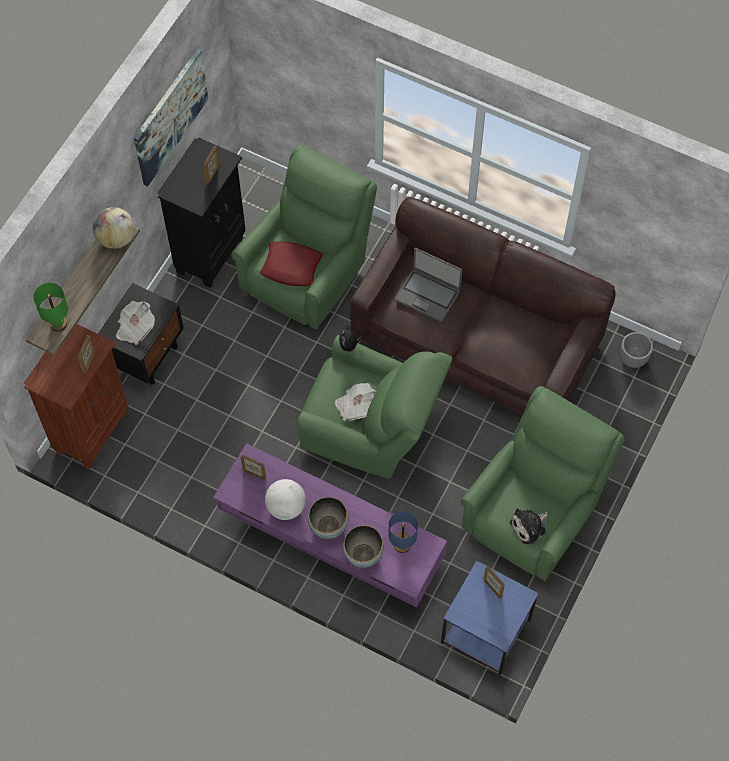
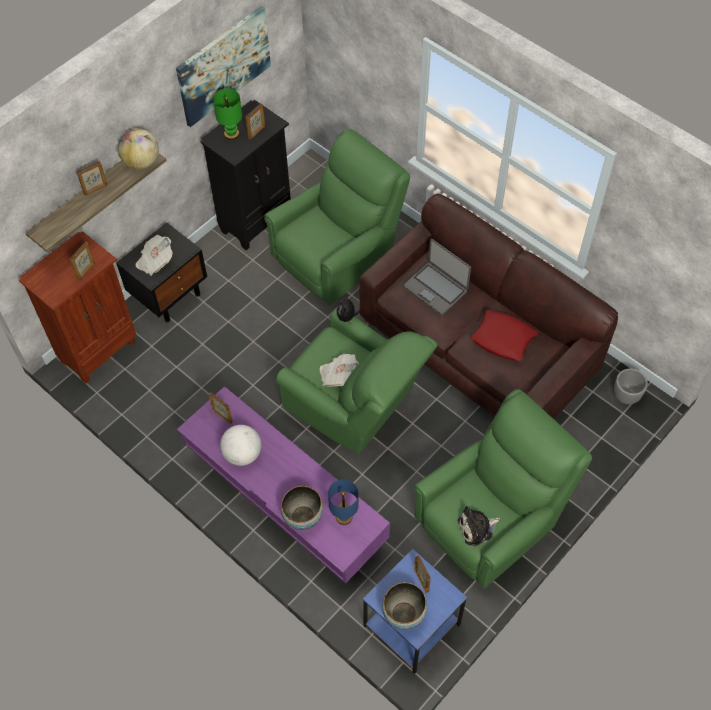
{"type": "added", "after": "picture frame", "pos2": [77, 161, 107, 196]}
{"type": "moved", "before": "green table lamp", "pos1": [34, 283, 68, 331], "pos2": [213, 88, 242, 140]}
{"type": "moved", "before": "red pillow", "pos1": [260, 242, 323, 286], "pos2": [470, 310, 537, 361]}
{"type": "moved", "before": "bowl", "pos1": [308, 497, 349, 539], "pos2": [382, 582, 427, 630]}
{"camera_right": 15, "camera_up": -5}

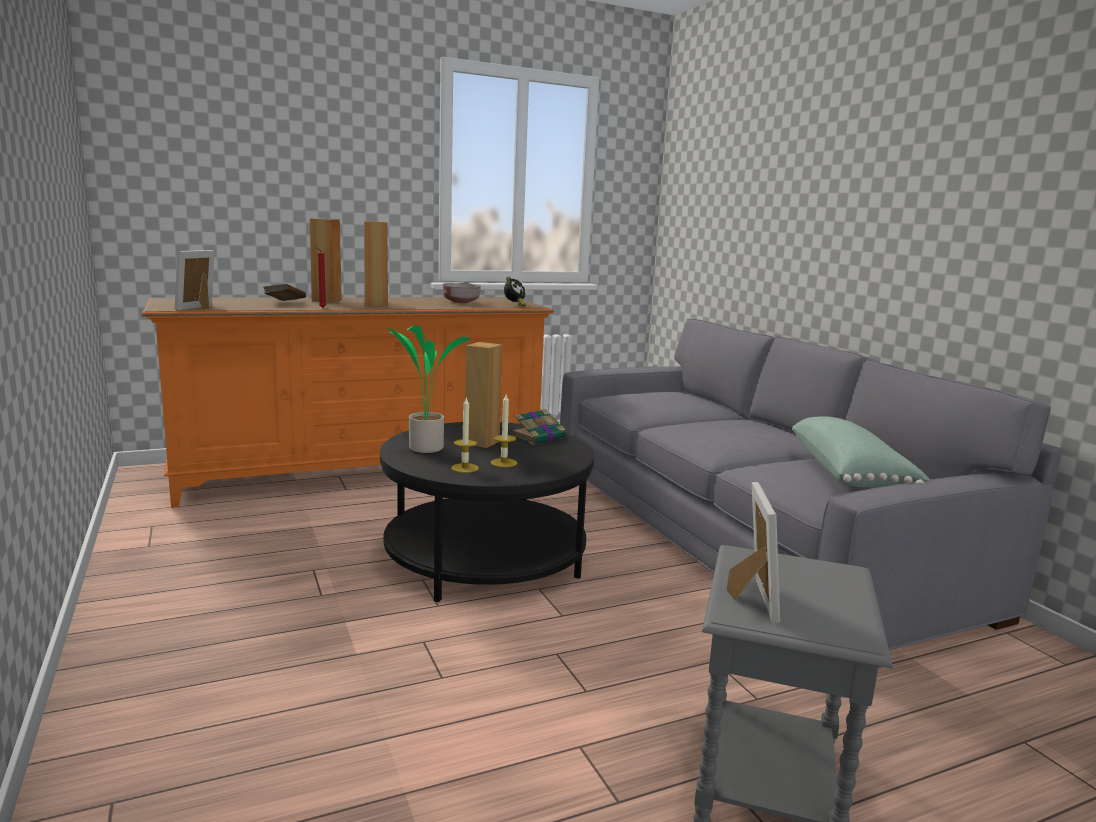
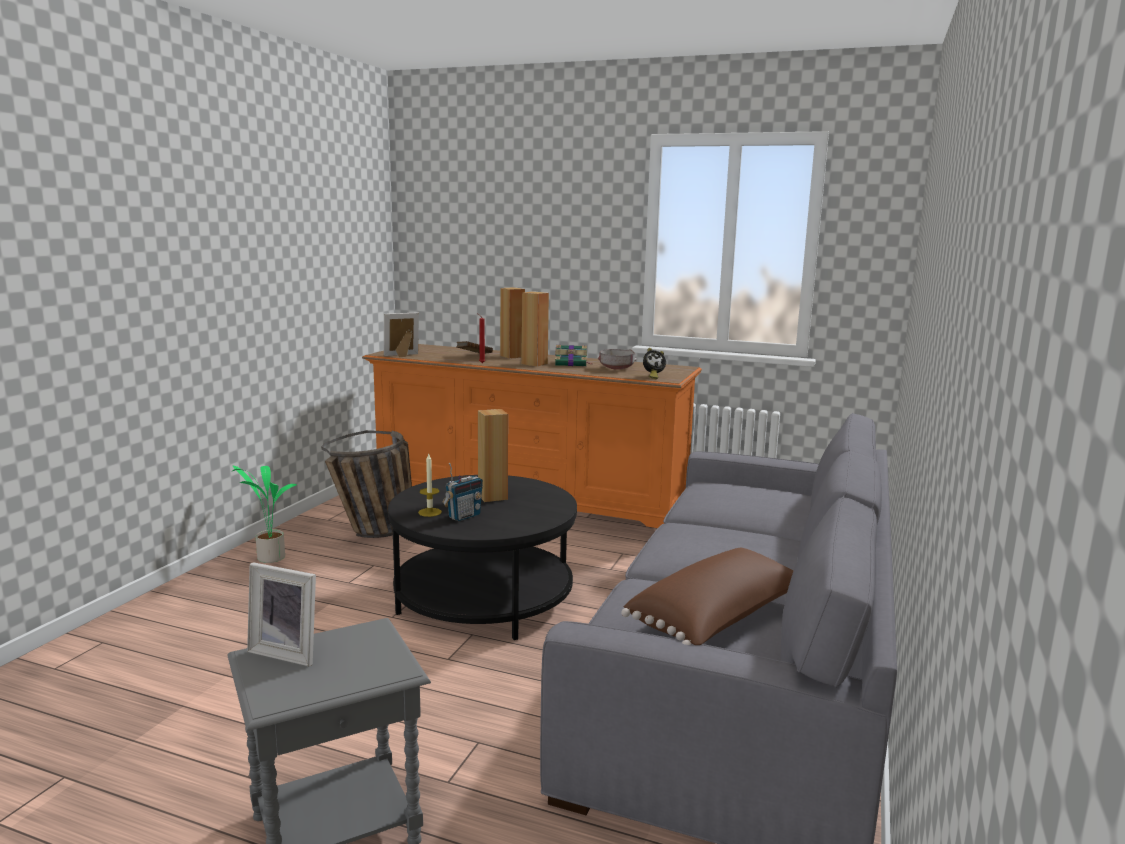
{"type": "added", "after": "basket", "pos2": [321, 430, 412, 538]}
{"type": "moved", "before": "potted plant", "pos1": [387, 326, 471, 453], "pos2": [232, 466, 297, 563]}
{"type": "moved", "before": "book", "pos1": [511, 409, 566, 445], "pos2": [555, 345, 593, 367]}
{"type": "replaced", "before": "candle", "after": "radio", "pos1": [491, 394, 517, 467], "pos2": [442, 463, 483, 521]}
{"type": "recoloured", "before": "green pillow", "after": "brown pillow", "pos1": [792, 416, 930, 487], "pos2": [621, 548, 793, 645]}
{"type": "turned", "before": "picture frame", "pos1": [727, 482, 780, 623], "pos2": [247, 562, 316, 667], "turn": 60}
{"camera_right": 45, "camera_up": 0}

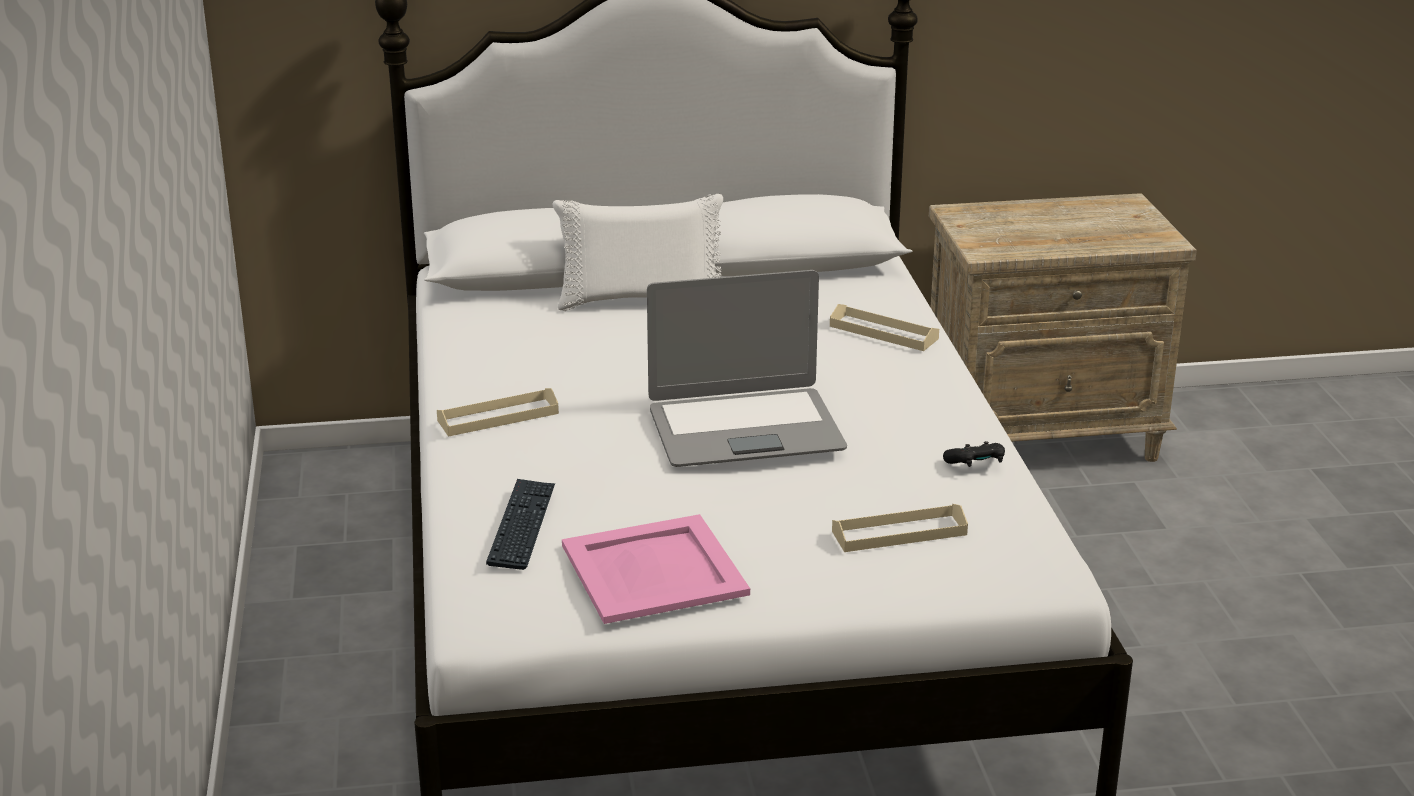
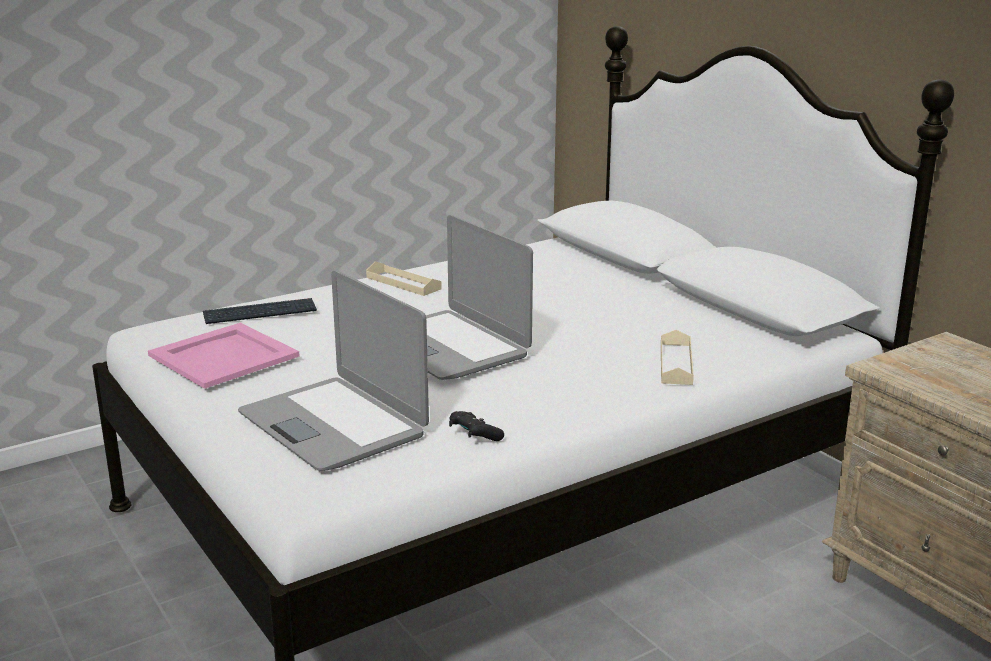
{"type": "removed", "before": "white pillow", "pos1": [552, 194, 723, 311]}
{"type": "replaced", "before": "beige tray", "after": "laptop", "pos1": [832, 504, 968, 552], "pos2": [238, 270, 429, 471]}
{"camera_right": 65, "camera_up": -5}

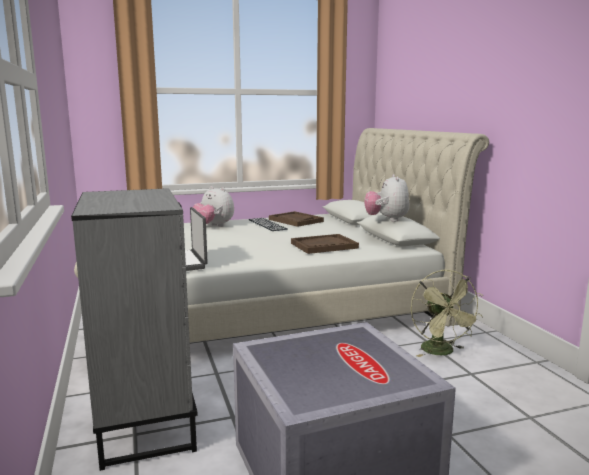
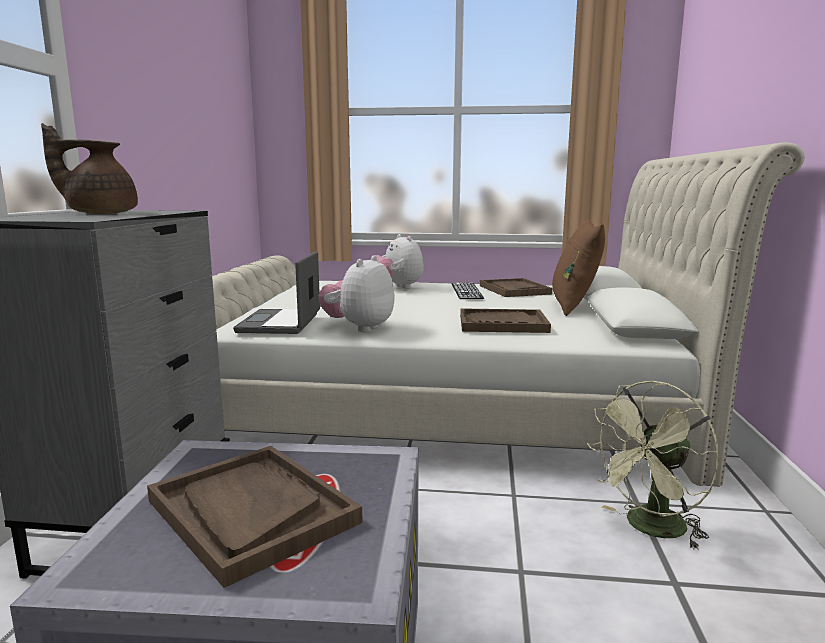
{"type": "added", "after": "brown teapot", "pos2": [41, 123, 138, 214]}
{"type": "added", "after": "brown tray", "pos2": [147, 446, 363, 588]}
{"type": "added", "after": "brown pillow", "pos2": [552, 219, 605, 316]}
{"type": "moved", "before": "plush toy", "pos1": [364, 174, 410, 222], "pos2": [318, 255, 394, 332]}
{"type": "turned", "before": "green fan", "pos1": [411, 270, 483, 357], "pos2": [587, 381, 719, 550], "turn": 45}
{"camera_right": 25, "camera_up": 0}

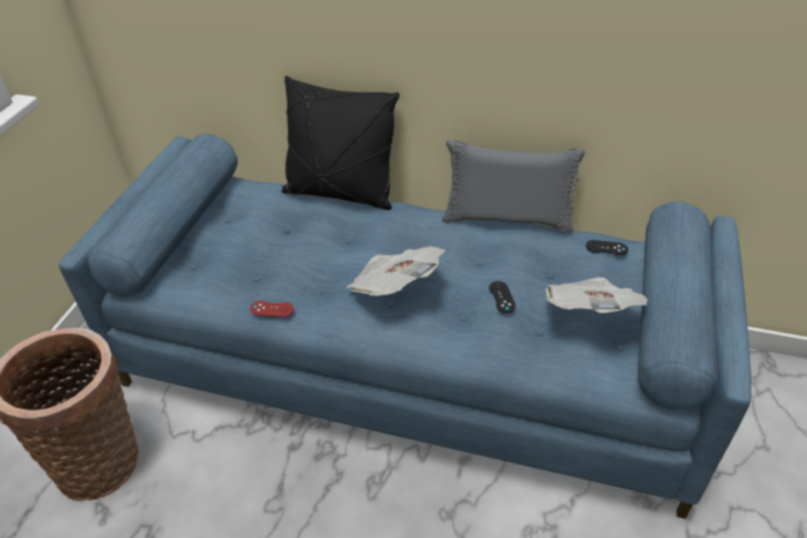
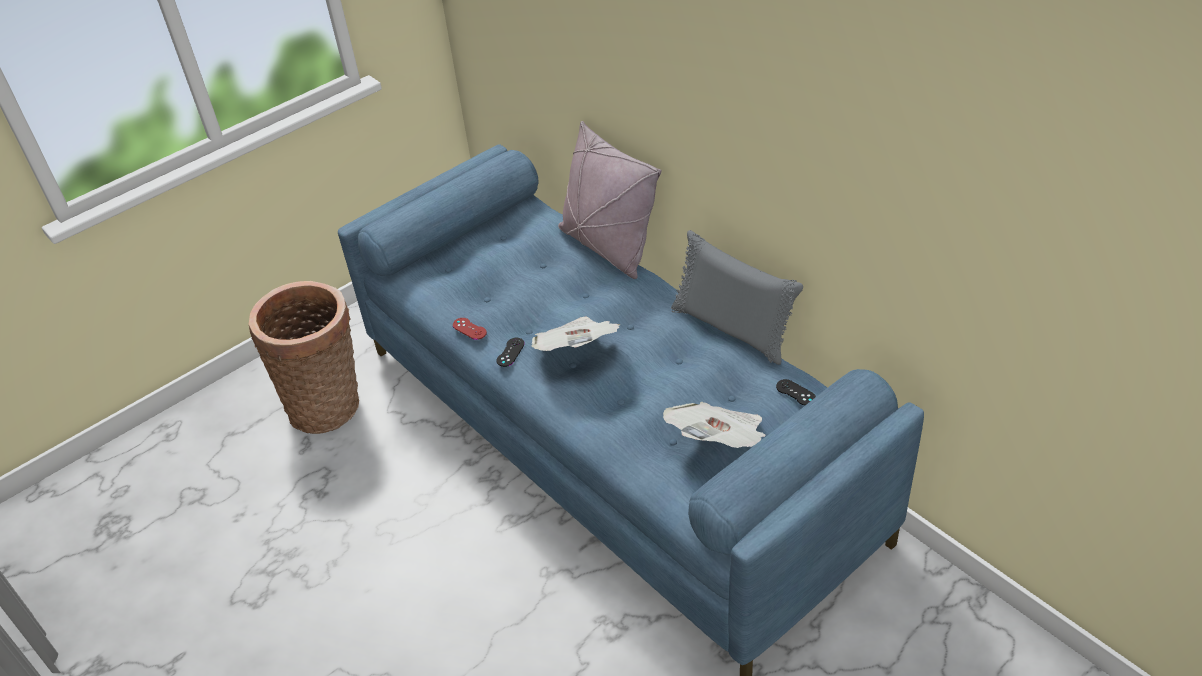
{"type": "moved", "before": "black game controller", "pos1": [489, 281, 516, 313], "pos2": [496, 338, 525, 367]}
{"type": "recoloured", "before": "black pillow", "after": "purple pillow", "pos1": [282, 76, 400, 210], "pos2": [558, 121, 662, 279]}
{"camera_right": 35, "camera_up": 0}

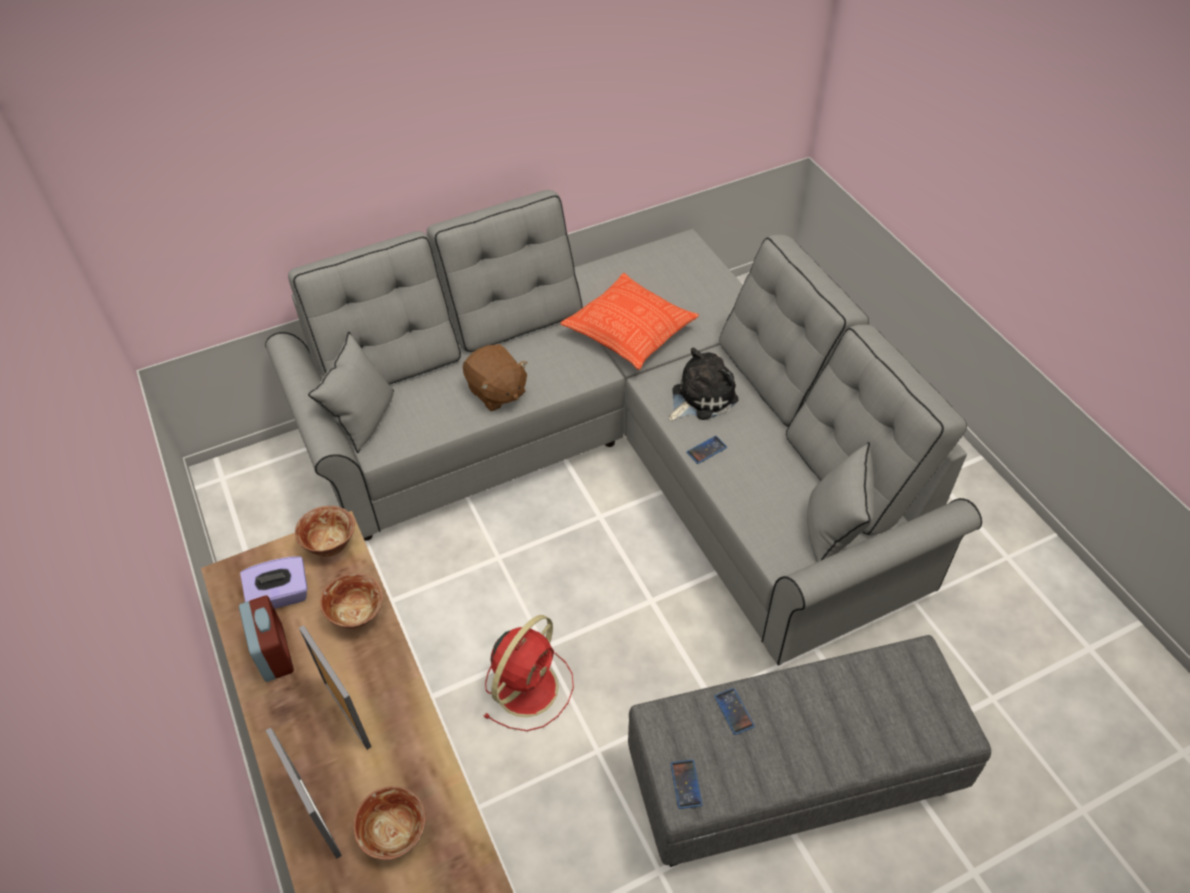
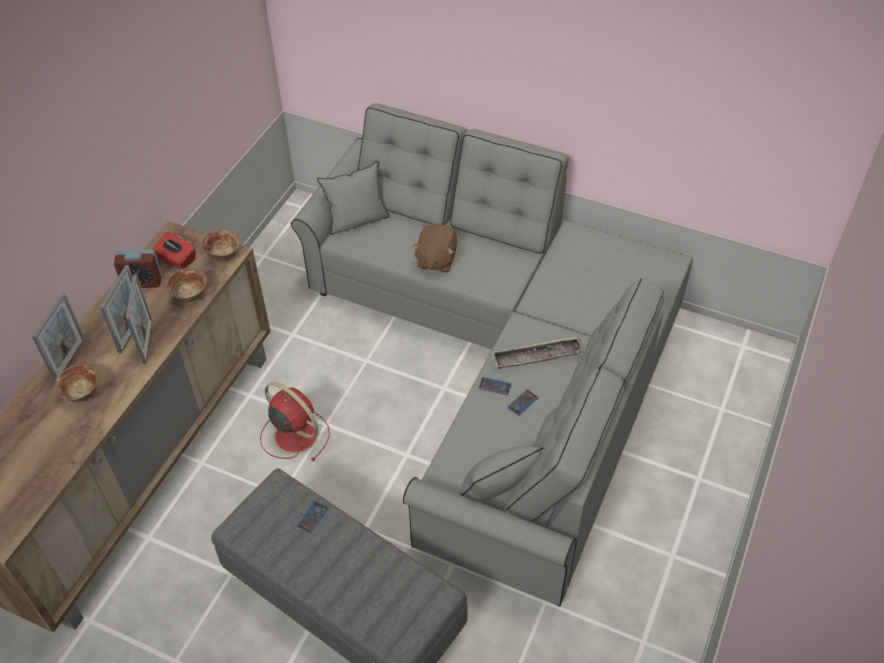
{"type": "removed", "before": "orange pillow", "pos1": [560, 273, 699, 370]}
{"type": "added", "after": "picture frame", "pos2": [126, 274, 153, 364]}
{"type": "moved", "before": "phone", "pos1": [671, 760, 703, 809], "pos2": [507, 389, 539, 416]}
{"type": "replaced", "before": "plush toy", "after": "tray", "pos1": [669, 348, 739, 421], "pos2": [492, 336, 583, 369]}
{"type": "recoloured", "before": "purple tissue box", "after": "red tissue box", "pos1": [240, 556, 308, 609], "pos2": [153, 232, 196, 270]}
{"type": "turned", "before": "alarm clock", "pos1": [239, 595, 294, 682], "pos2": [114, 249, 162, 288], "turn": 60}
{"type": "turned", "before": "red fan", "pos1": [483, 615, 574, 731], "pos2": [260, 382, 330, 462], "turn": -135}
{"camera_right": 50, "camera_up": 0}

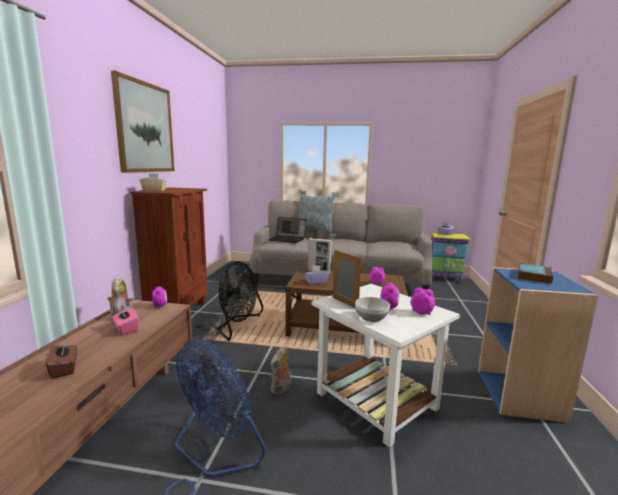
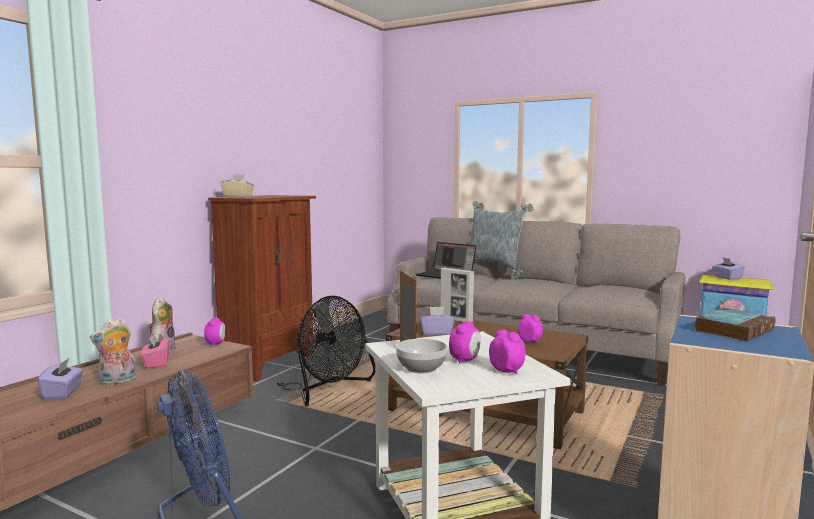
{"type": "removed", "before": "picture", "pos1": [111, 71, 175, 173]}
{"type": "moved", "before": "plush toy", "pos1": [270, 346, 291, 395], "pos2": [90, 318, 136, 386]}
{"type": "recoloured", "before": "brown tissue box", "after": "purple tissue box", "pos1": [46, 339, 77, 378], "pos2": [37, 358, 83, 400]}
{"camera_right": 20, "camera_up": -5}

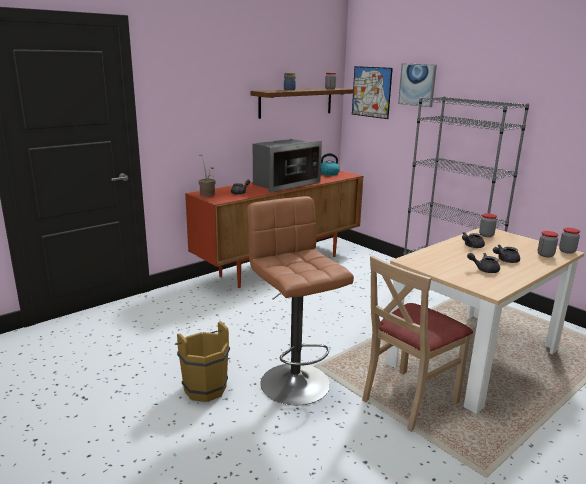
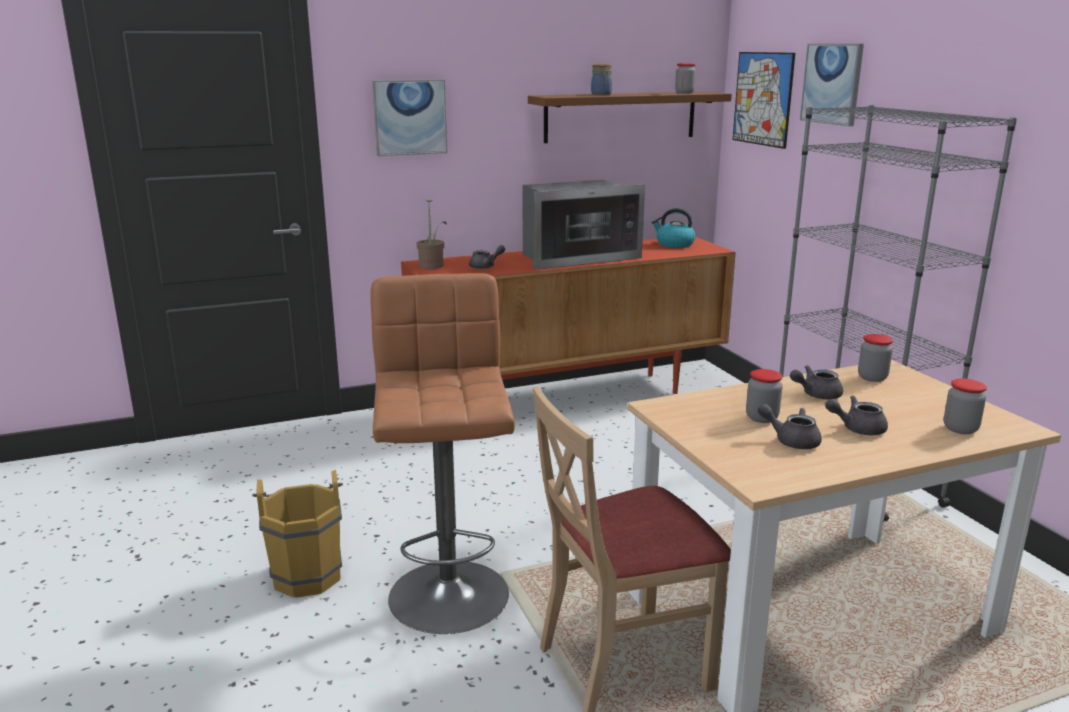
{"type": "added", "after": "picture", "pos2": [372, 79, 447, 156]}
{"type": "moved", "before": "jar", "pos1": [559, 228, 580, 254], "pos2": [746, 369, 783, 423]}
{"camera_right": 20, "camera_up": 0}

